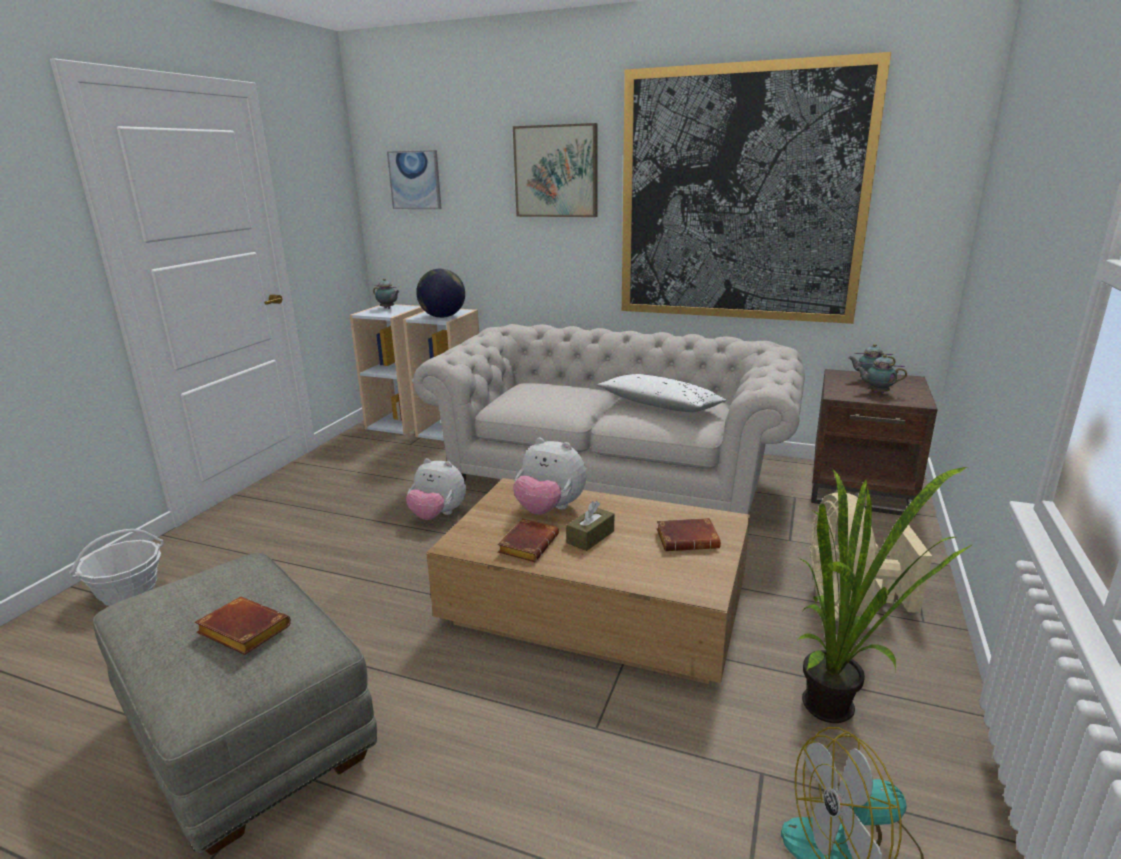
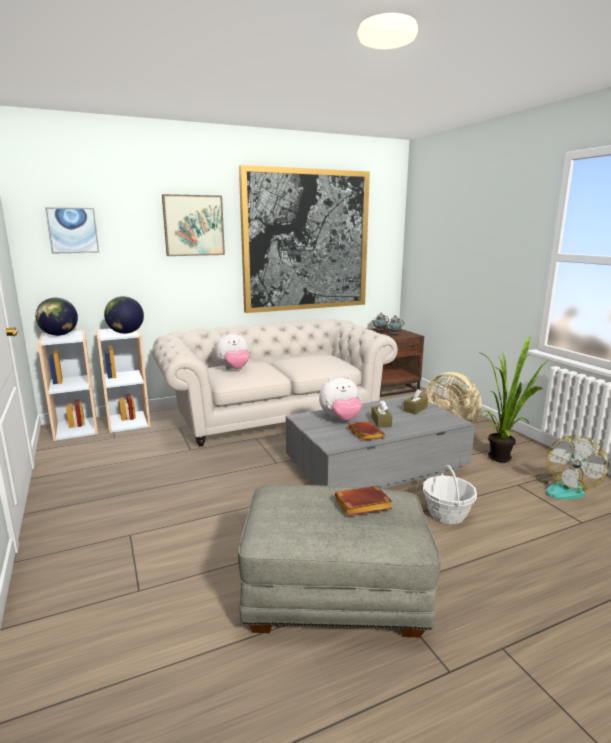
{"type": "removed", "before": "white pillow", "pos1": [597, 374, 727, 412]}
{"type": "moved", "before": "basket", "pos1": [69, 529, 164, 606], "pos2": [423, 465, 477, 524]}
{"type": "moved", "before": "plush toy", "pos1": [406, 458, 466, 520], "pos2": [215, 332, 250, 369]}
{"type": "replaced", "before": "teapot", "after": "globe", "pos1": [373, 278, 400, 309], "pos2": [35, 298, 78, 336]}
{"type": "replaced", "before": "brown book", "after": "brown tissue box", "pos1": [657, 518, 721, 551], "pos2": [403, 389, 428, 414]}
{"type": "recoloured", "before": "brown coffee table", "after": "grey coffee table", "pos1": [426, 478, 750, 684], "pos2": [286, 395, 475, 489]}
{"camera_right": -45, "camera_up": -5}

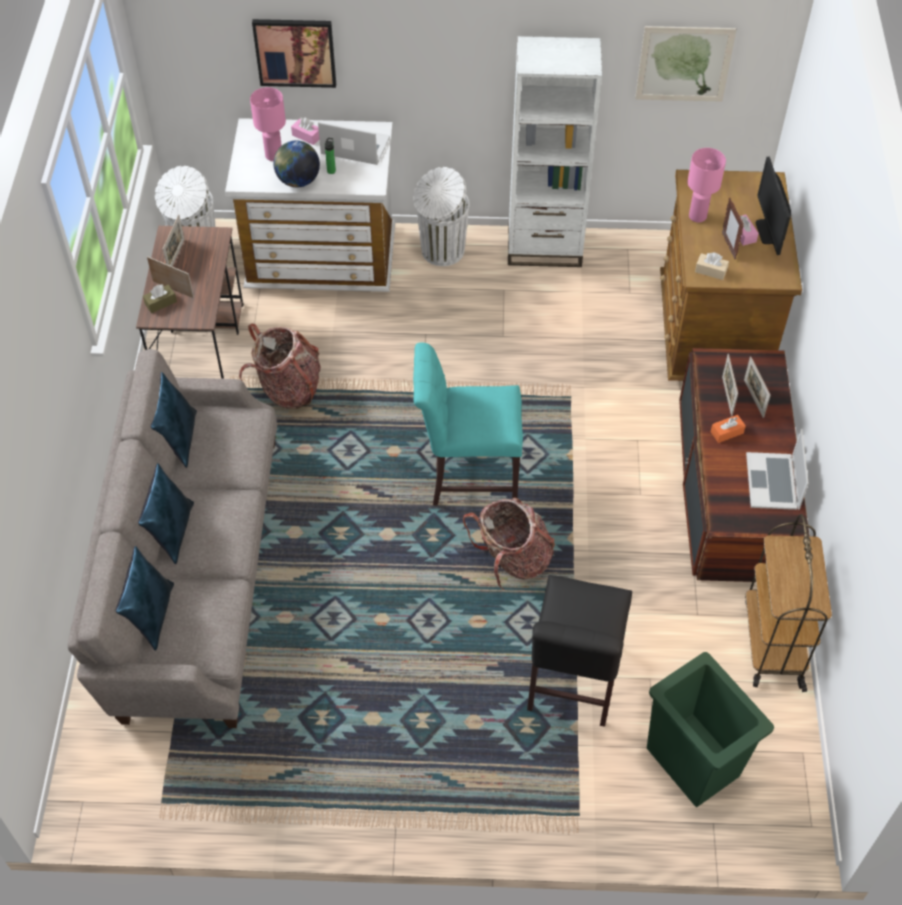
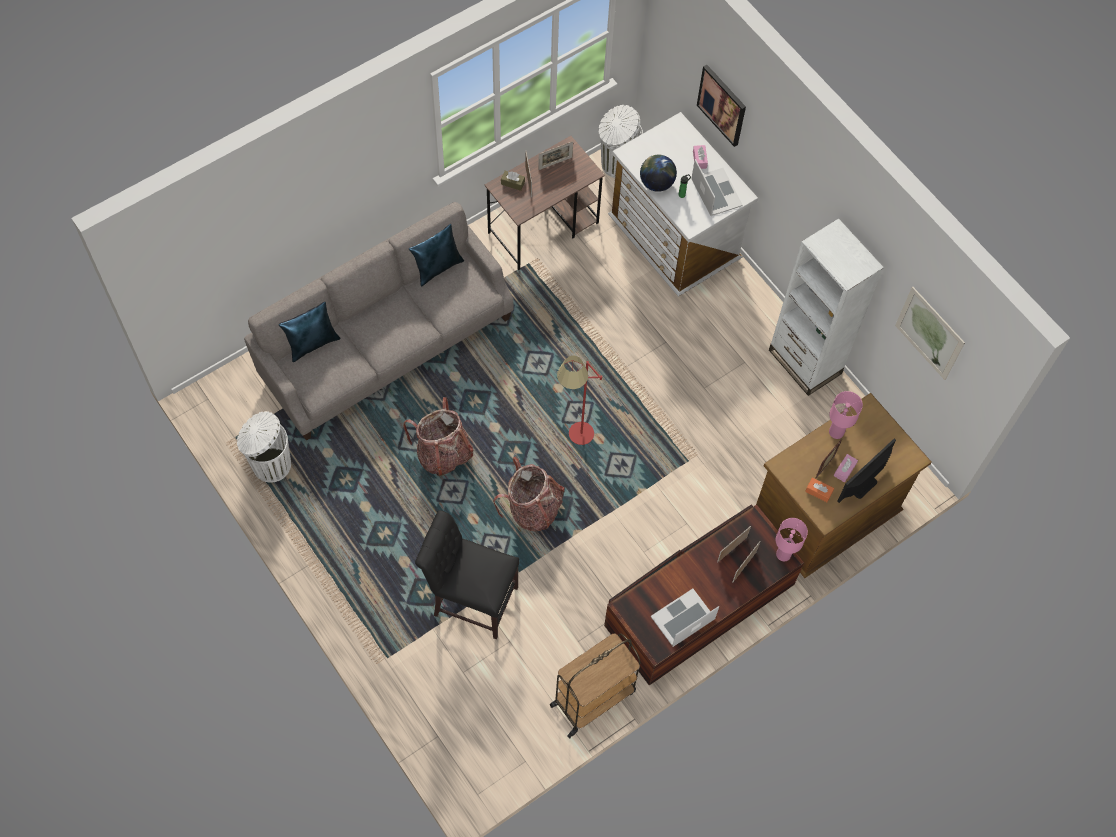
{"type": "removed", "before": "blue pillow", "pos1": [138, 463, 194, 564]}
{"type": "removed", "before": "green trash can", "pos1": [647, 652, 774, 807]}
{"type": "removed", "before": "beige tissue box", "pos1": [695, 253, 729, 280]}
{"type": "moved", "before": "backpack", "pos1": [239, 324, 321, 409], "pos2": [403, 397, 473, 476]}
{"type": "moved", "before": "pink table lamp", "pos1": [250, 87, 286, 161], "pos2": [776, 518, 808, 561]}
{"type": "moved", "before": "white trash can", "pos1": [413, 167, 470, 266], "pos2": [237, 411, 291, 483]}
{"type": "moved", "before": "orange tissue box", "pos1": [711, 415, 746, 443], "pos2": [805, 477, 834, 502]}
{"type": "replaced", "before": "turquoise chair", "after": "red floor lamp", "pos1": [413, 342, 523, 505], "pos2": [557, 355, 602, 445]}
{"type": "turned", "before": "black chair", "pos1": [527, 575, 632, 727], "pos2": [415, 510, 520, 640], "turn": 45}
{"camera_right": 50, "camera_up": 10}

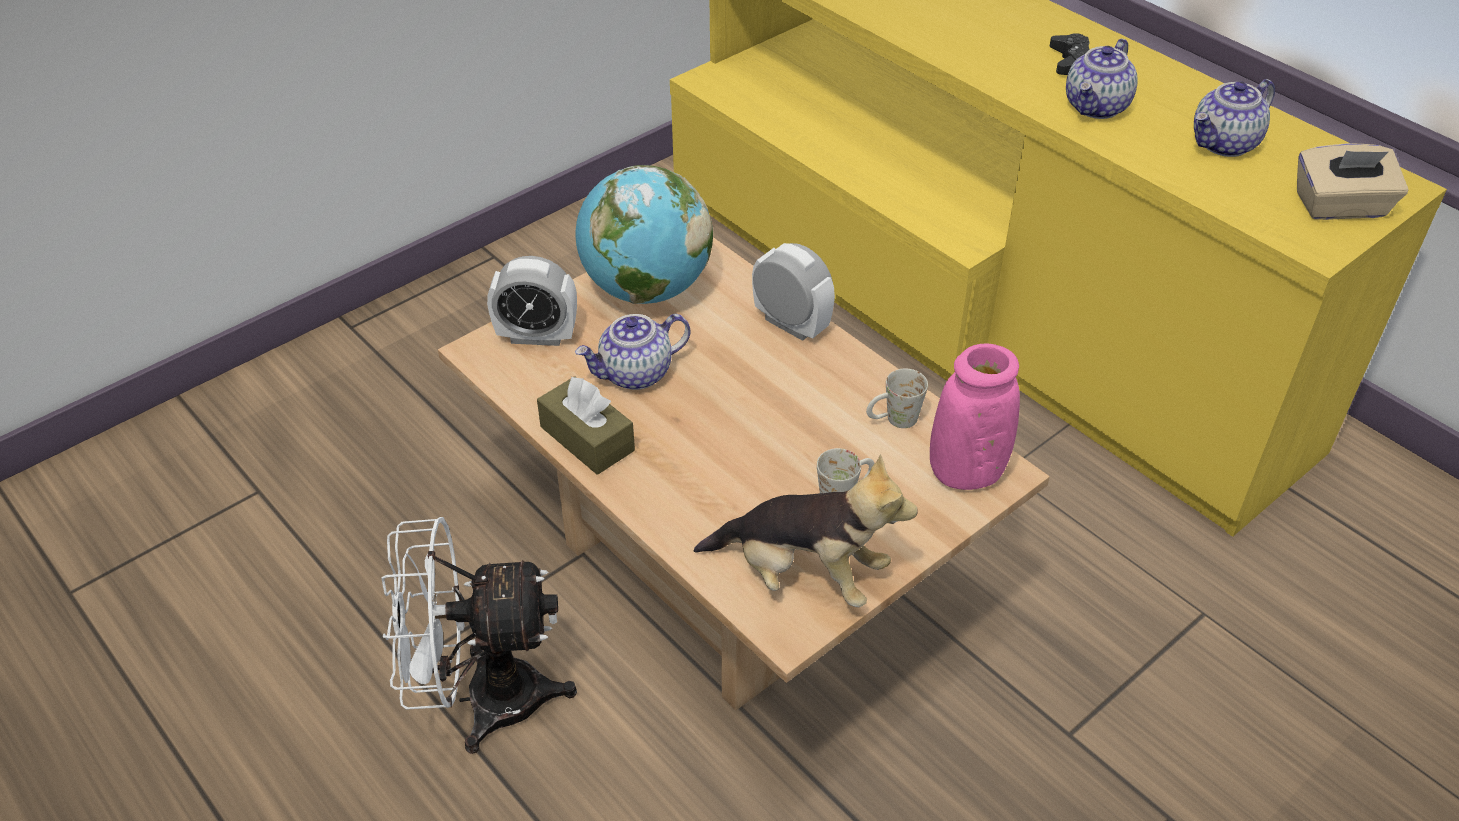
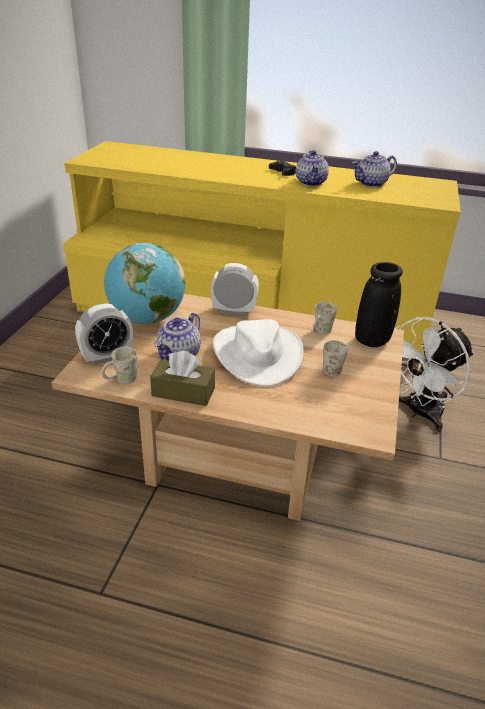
{"type": "removed", "before": "plush toy", "pos1": [693, 454, 918, 607]}
{"type": "removed", "before": "beige tissue box", "pos1": [1297, 143, 1409, 220]}
{"type": "added", "after": "white mug", "pos2": [101, 347, 138, 384]}
{"type": "added", "after": "white hat", "pos2": [213, 319, 304, 387]}
{"type": "moved", "before": "white fan", "pos1": [382, 517, 577, 754], "pos2": [395, 317, 474, 431]}
{"type": "recoloured", "before": "pink vase", "after": "black vase", "pos1": [930, 344, 1020, 490], "pos2": [355, 262, 403, 347]}
{"type": "turned", "before": "teapot", "pos1": [1194, 79, 1275, 157], "pos2": [352, 151, 397, 187], "turn": 45}
{"camera_right": -35, "camera_up": -10}

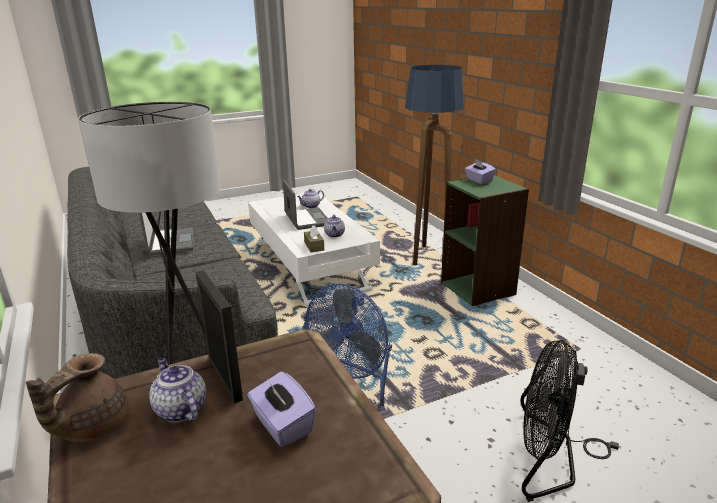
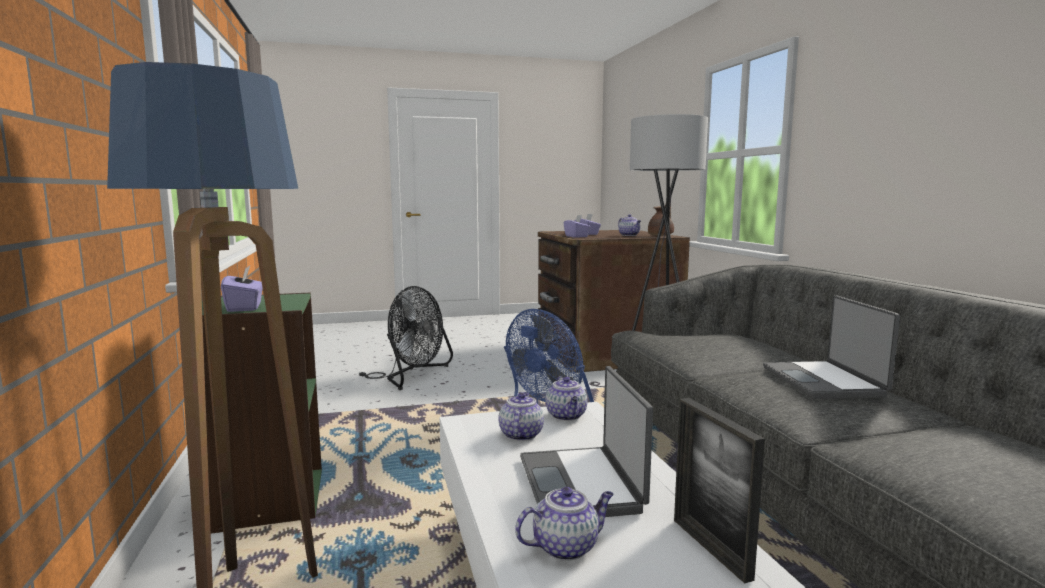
{"type": "added", "after": "purple tissue box", "pos2": [564, 215, 590, 238]}
{"type": "moved", "before": "picture frame", "pos1": [195, 270, 243, 403], "pos2": [674, 398, 765, 583]}
{"type": "replaced", "before": "brown tissue box", "after": "teapot", "pos1": [304, 225, 324, 252], "pos2": [546, 376, 587, 421]}
{"camera_right": -170, "camera_up": -15}

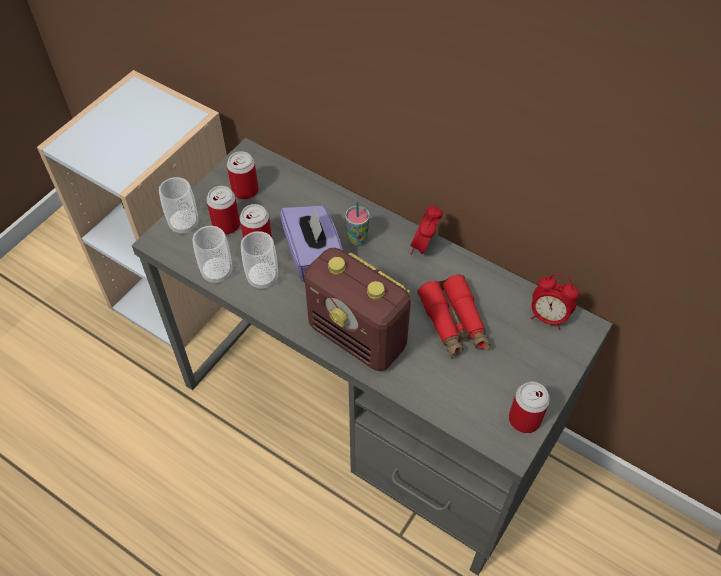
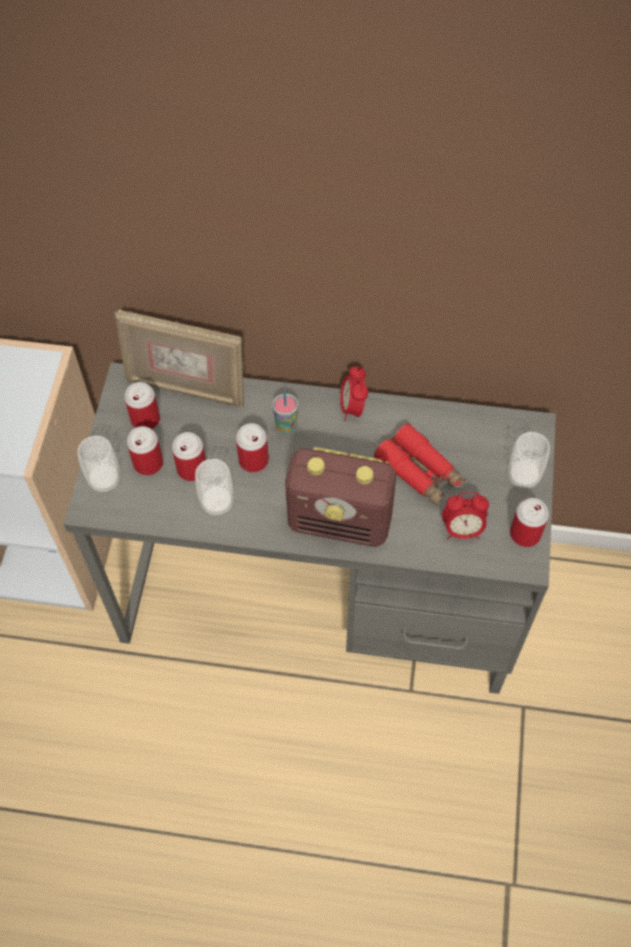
{"type": "added", "after": "picture frame", "pos2": [115, 309, 244, 408]}
{"type": "moved", "before": "cup", "pos1": [192, 226, 232, 284], "pos2": [508, 432, 550, 489]}
{"type": "moved", "before": "alarm clock", "pos1": [530, 274, 579, 330], "pos2": [442, 492, 489, 540]}
{"type": "replaced", "before": "purple tissue box", "after": "can", "pos1": [280, 205, 343, 282], "pos2": [236, 423, 269, 472]}
{"camera_right": -25, "camera_up": 5}

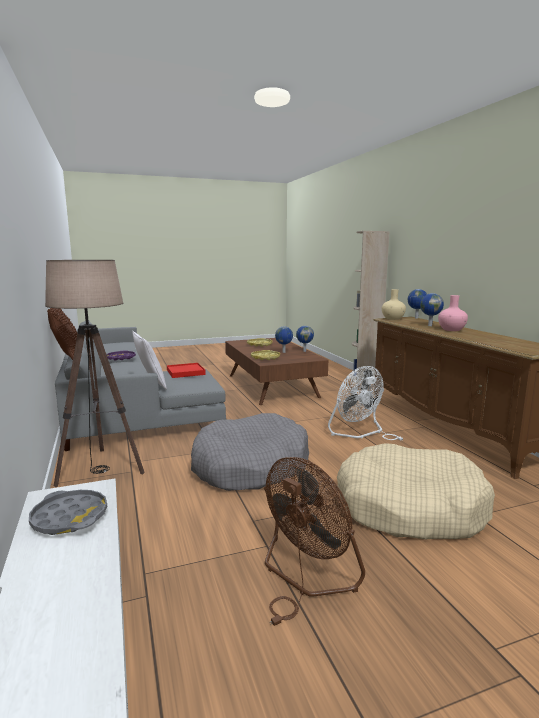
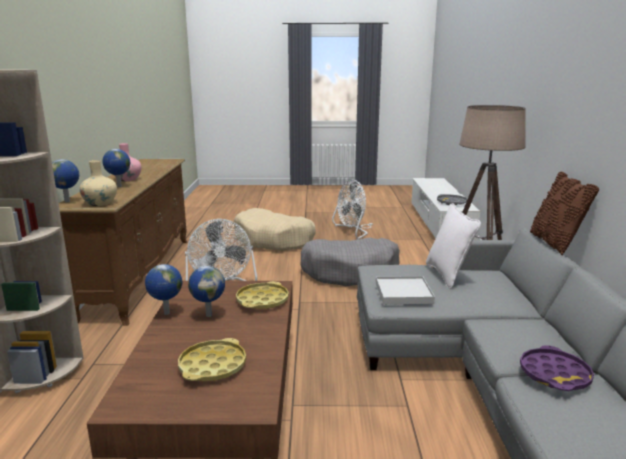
{"type": "recoloured", "before": "red tray", "after": "white tray", "pos1": [167, 363, 206, 378], "pos2": [376, 276, 435, 305]}
{"type": "recoloured", "before": "brown fan", "after": "white fan", "pos1": [264, 457, 365, 626], "pos2": [332, 179, 373, 240]}
{"camera_right": -160, "camera_up": 5}

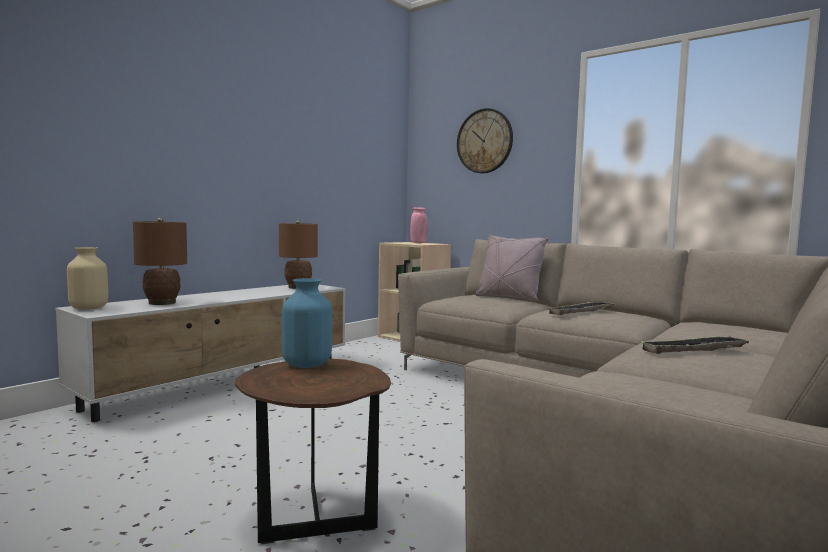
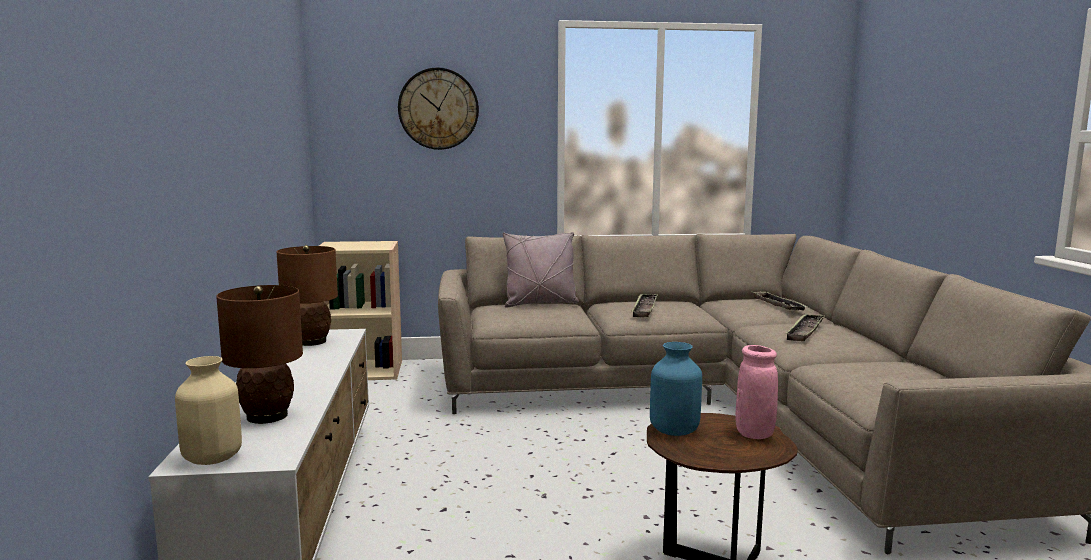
{"type": "added", "after": "tray", "pos2": [751, 291, 807, 311]}
{"type": "moved", "before": "pink vase", "pos1": [410, 207, 428, 243], "pos2": [736, 345, 778, 439]}
{"camera_right": -45, "camera_up": 5}

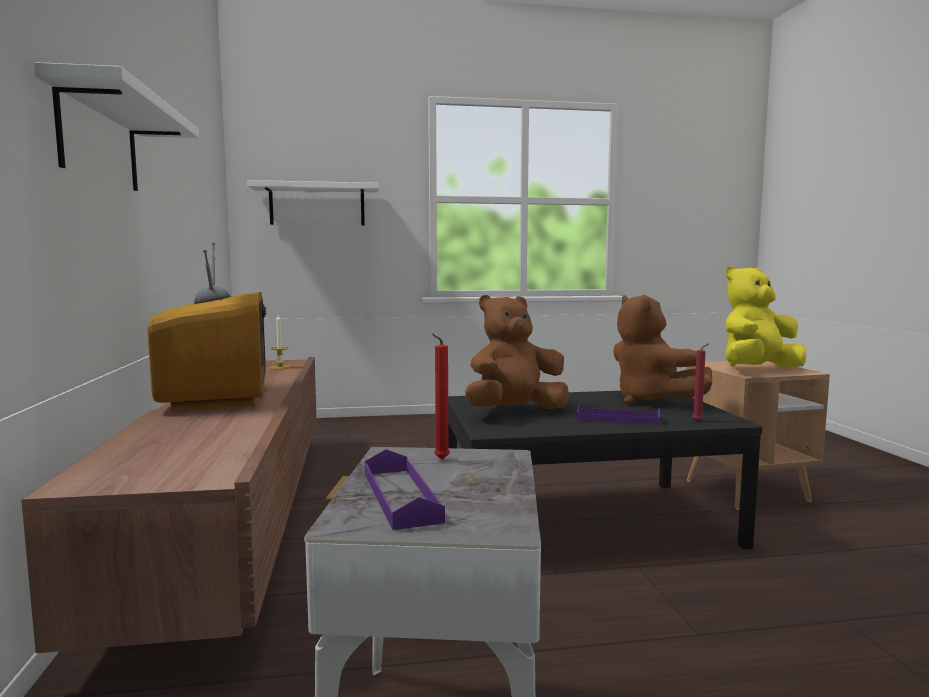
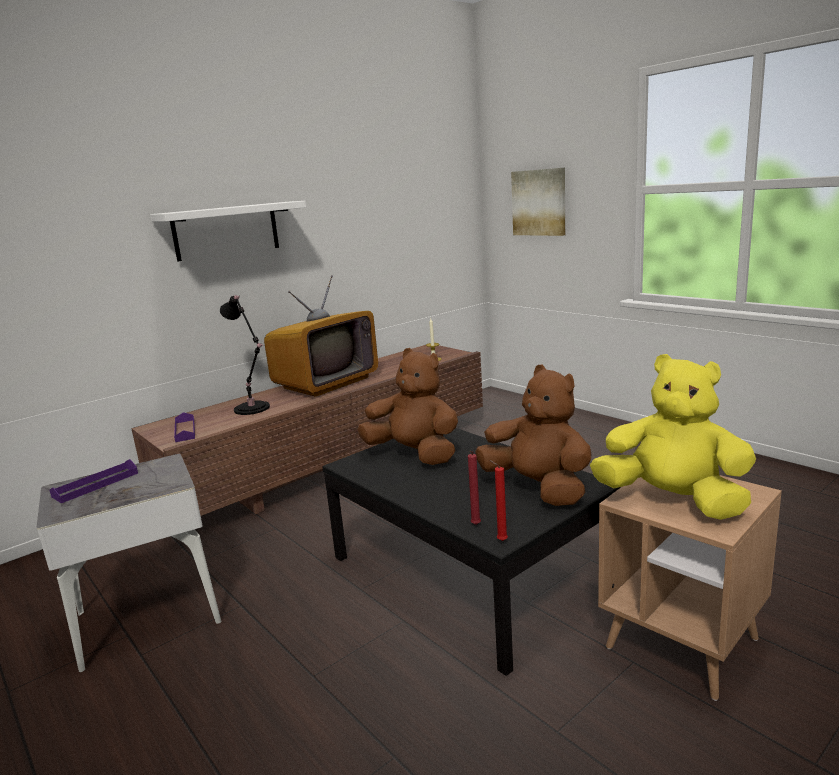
{"type": "added", "after": "black table lamp", "pos2": [220, 295, 270, 415]}
{"type": "moved", "before": "red candle", "pos1": [432, 334, 450, 459], "pos2": [489, 460, 508, 541]}
{"type": "moved", "before": "purple tray", "pos1": [577, 404, 661, 425], "pos2": [174, 412, 195, 442]}
{"type": "replaced", "before": "white shelf", "after": "picture", "pos1": [247, 180, 379, 226], "pos2": [511, 168, 565, 236]}
{"type": "turned", "before": "brown plush toy", "pos1": [613, 295, 712, 404], "pos2": [475, 364, 591, 506], "turn": 105}
{"camera_right": 60, "camera_up": 10}

